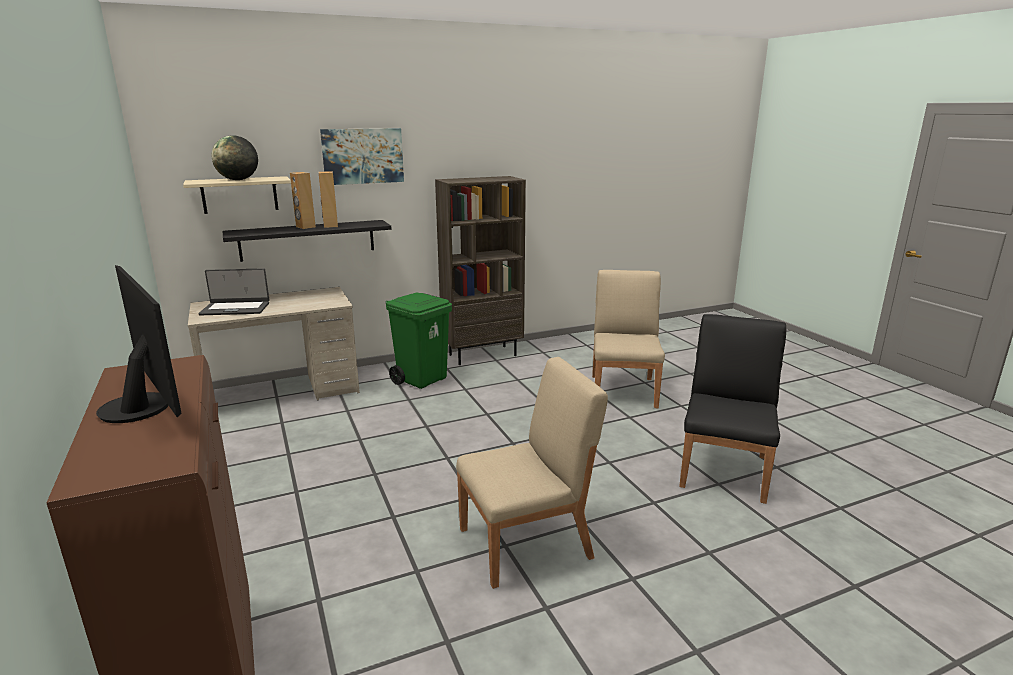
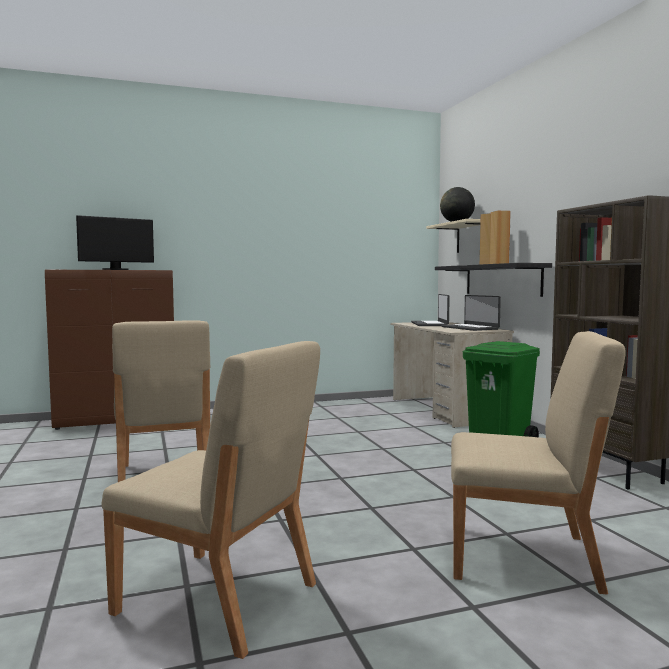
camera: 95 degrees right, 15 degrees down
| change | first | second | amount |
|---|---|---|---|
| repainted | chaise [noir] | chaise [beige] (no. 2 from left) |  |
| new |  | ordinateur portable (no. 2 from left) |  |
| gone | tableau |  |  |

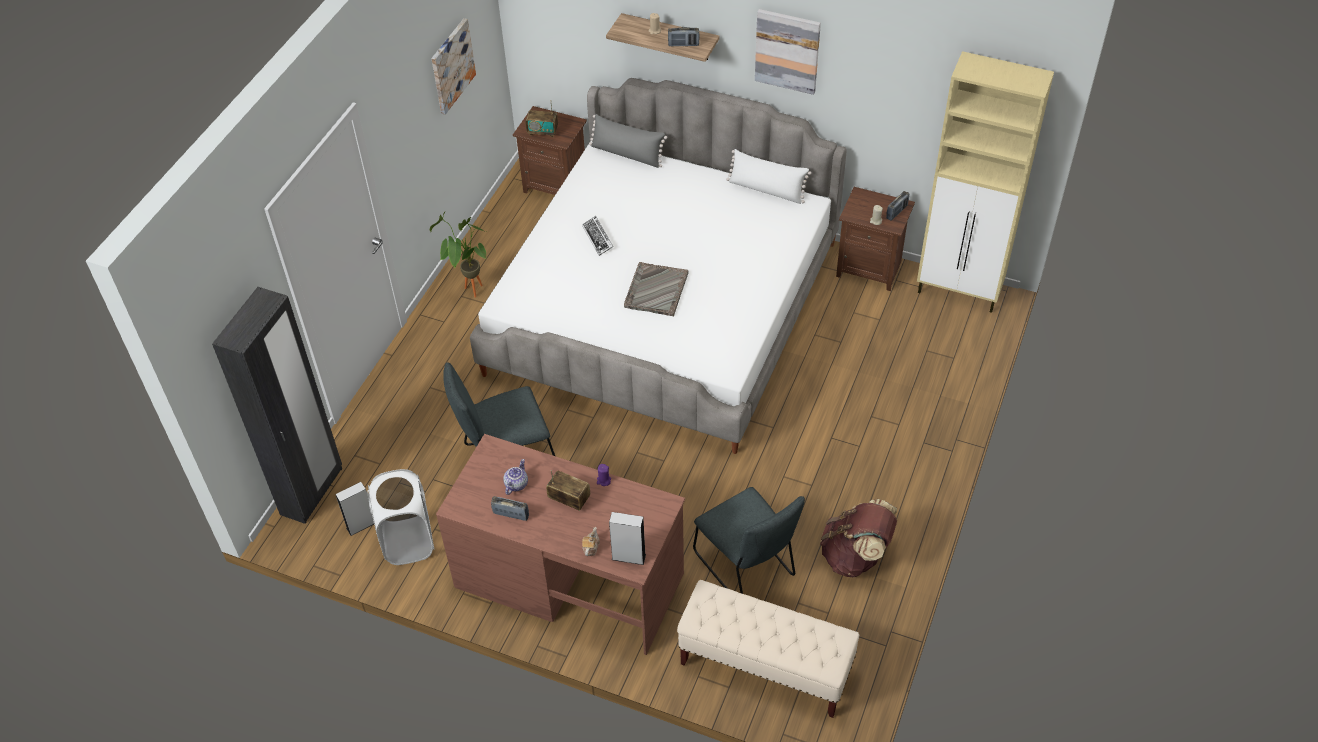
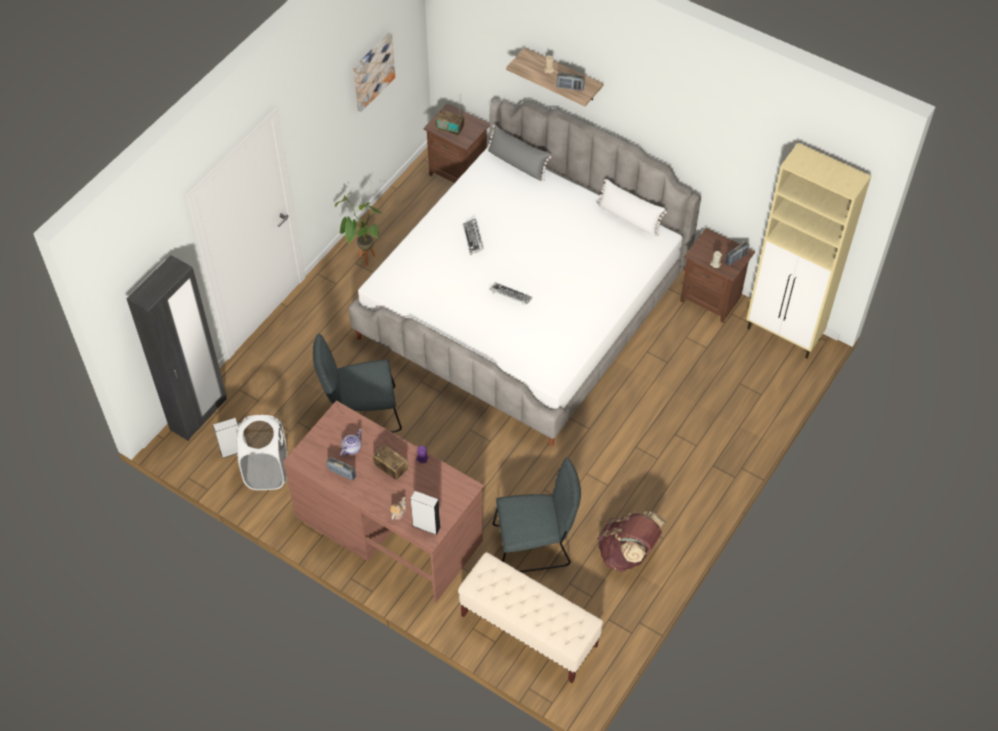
camera: 10 degrees right, 5 degrees up
| change | first | second | amount |
|---|---|---|---|
| swapped | plateau [gris] | clavier (no. 2 from left) |  |
| rotated | chaise [gris] (no. 2 from left) |  | 75 degrees counterclockwise |
| gone | tableau (no. 2 from left) |  |  |

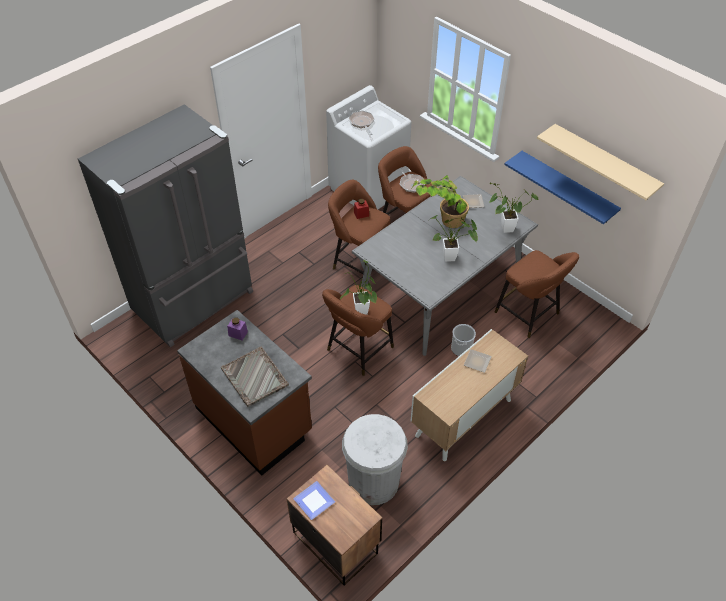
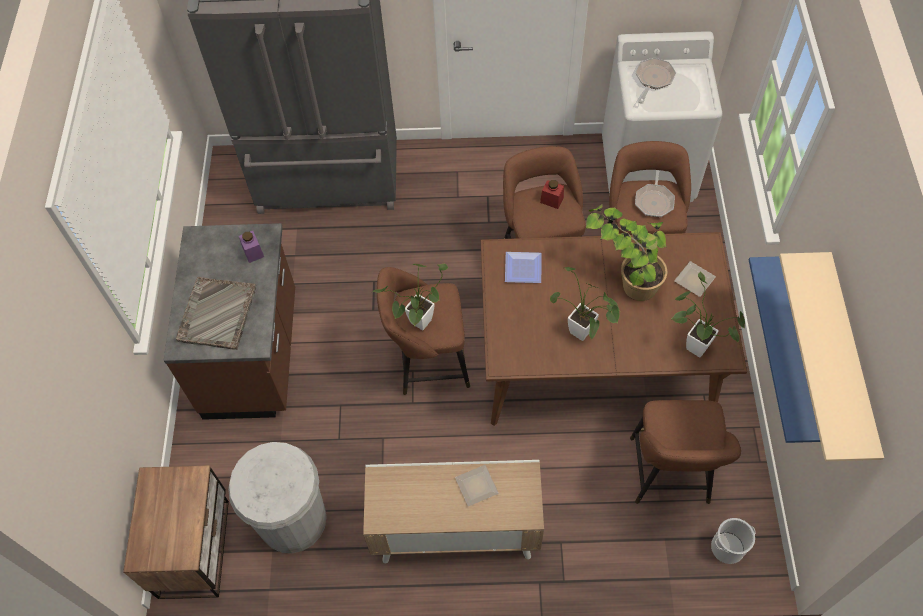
camera: 45 degrees right, 10 degrees up
| change | first | second | amount |
|---|---|---|---|
| repainted | table à manger [gris] | table à manger [marron] |  |
| shifted | assiette (no. 1 from left in the first image) | assiette (no. 2 from left) |  |
| shifted | seau |  |  |

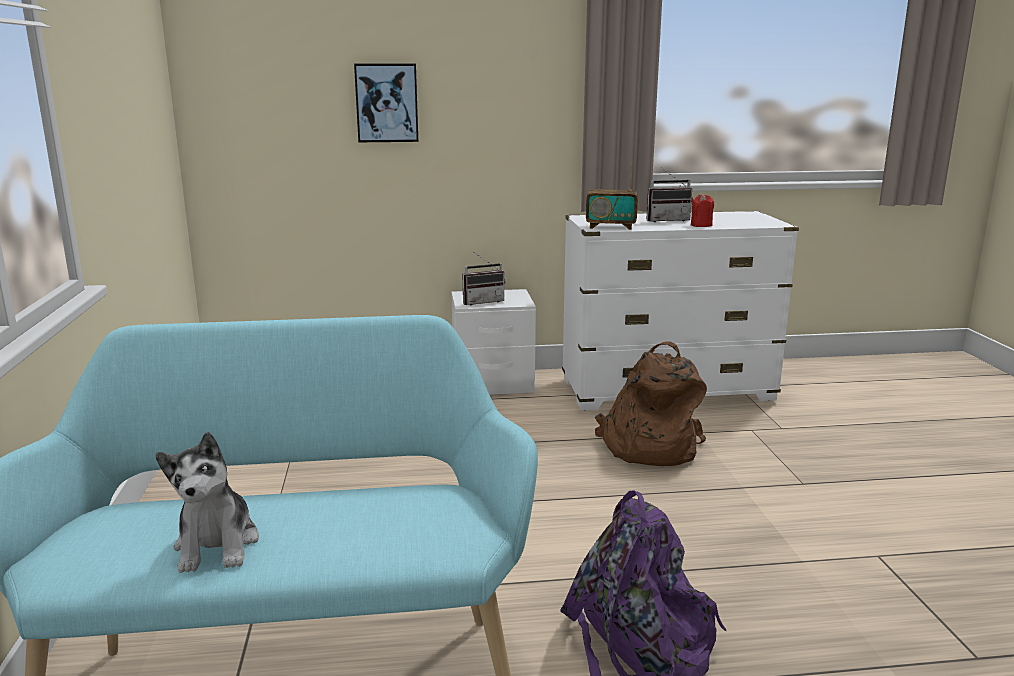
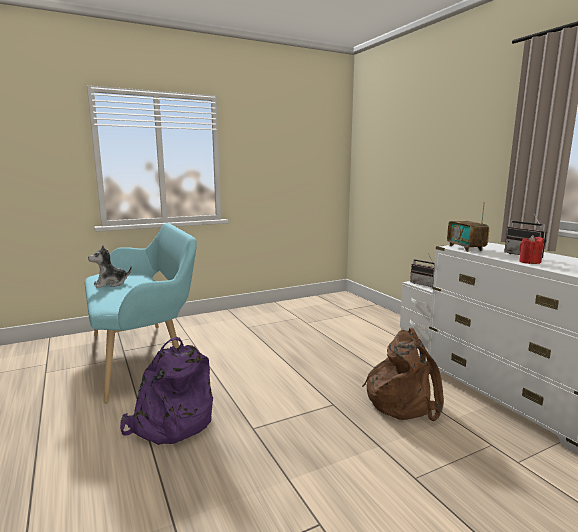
camera: 70 degrees right, 5 degrees down
| change | first | second | amount |
|---|---|---|---|
| gone | tableau |  |  |

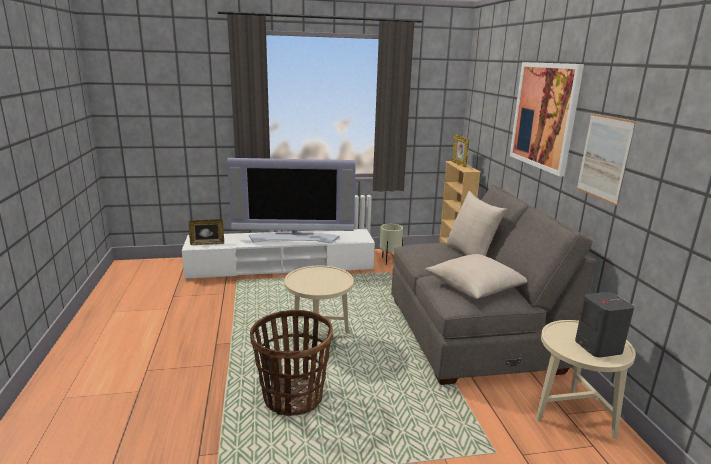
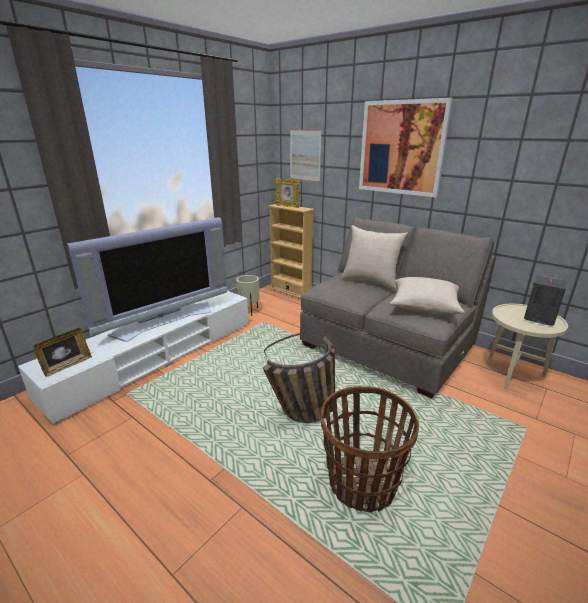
camera: 40 degrees left, 5 degrees up
| change | first | second | amount |
|---|---|---|---|
| swapped | table d'appoint [beige] (no. 1 from left) | panier (no. 1 from left) |  |
| shifted | tableau (no. 2 from left in the first image) | tableau (no. 1 from left) |  |

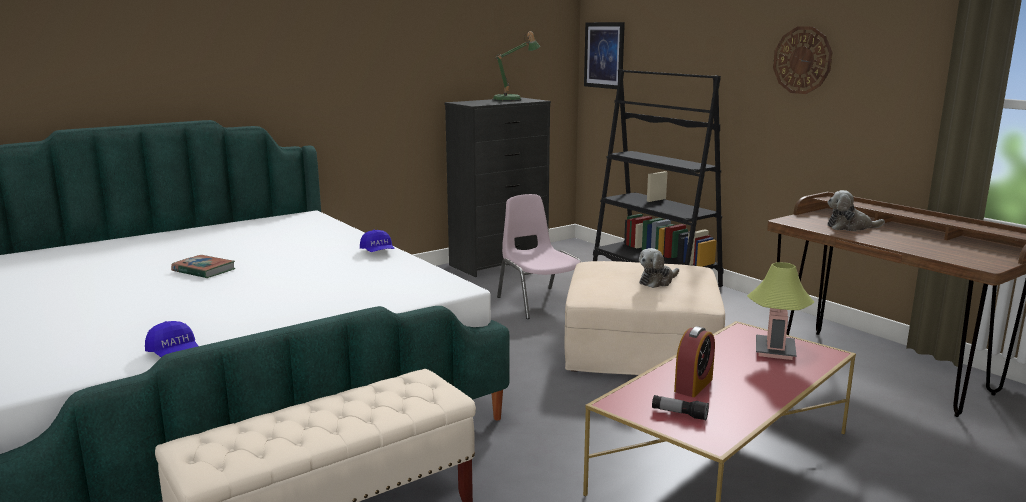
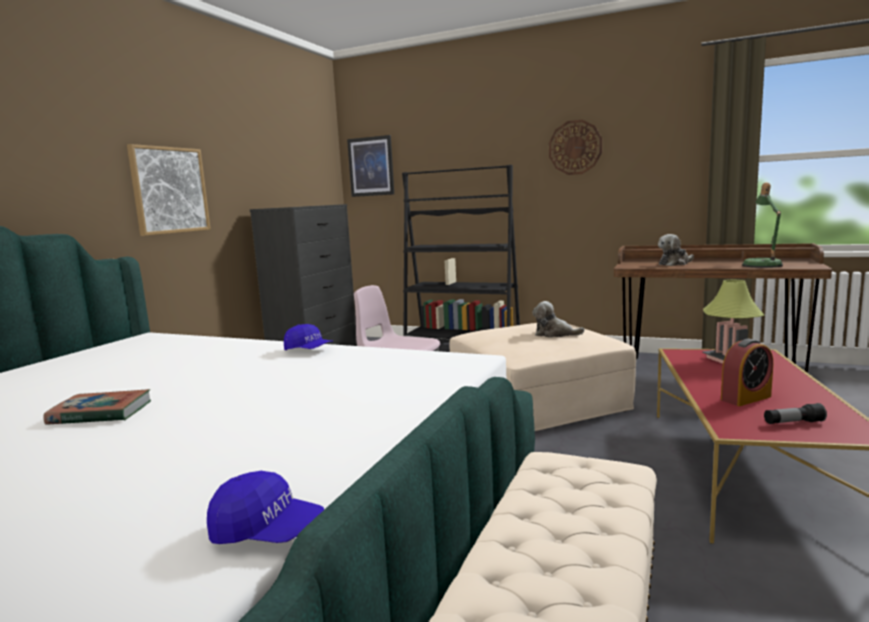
camera: 30 degrees left, 5 degrees down
| change | first | second | amount |
|---|---|---|---|
| new |  | tableau (no. 1 from left) |  |
| rotated | peluche (no. 1 from left) |  | 90 degrees clockwise |
| rotated | réveil |  | 60 degrees clockwise |
| shifted | lampe de table (no. 1 from left in the first image) | lampe de table (no. 2 from left) |  |

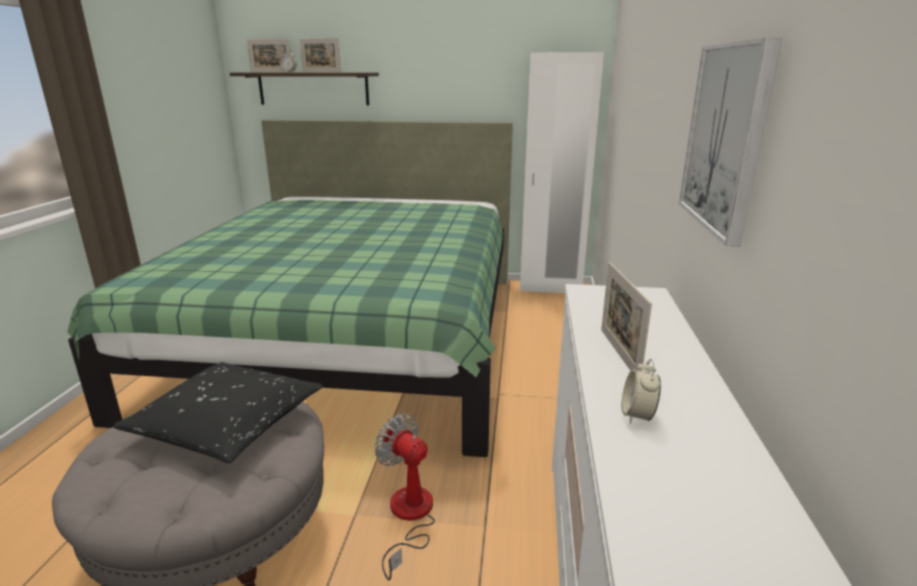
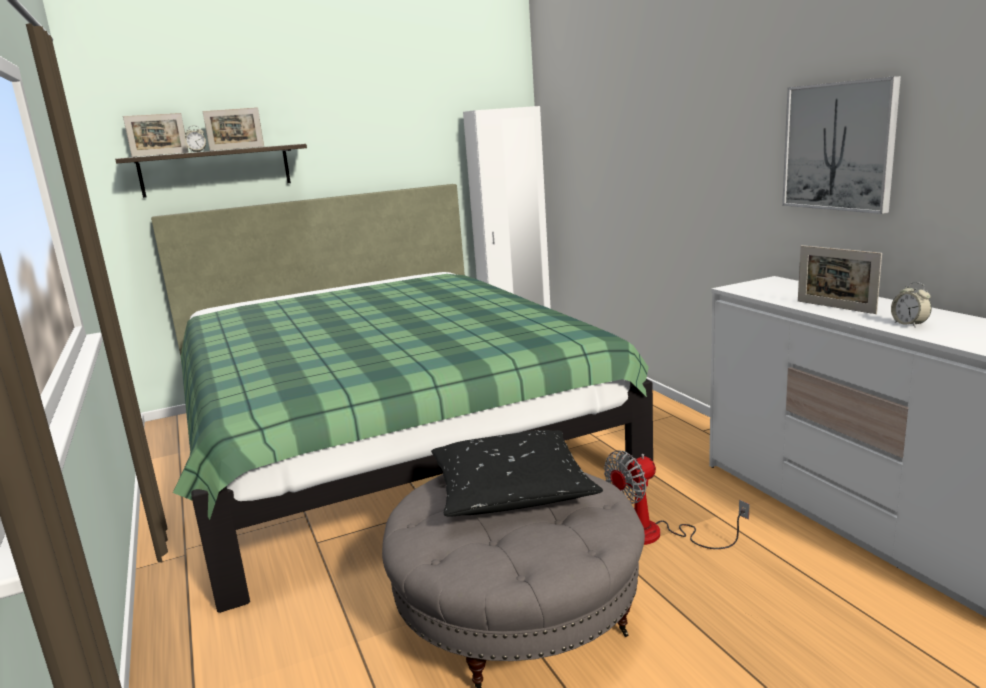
camera: 30 degrees left, 5 degrees down
| change | first | second | amount |
|---|---|---|---|
| rotated | ventilateur |  | 45 degrees counterclockwise |

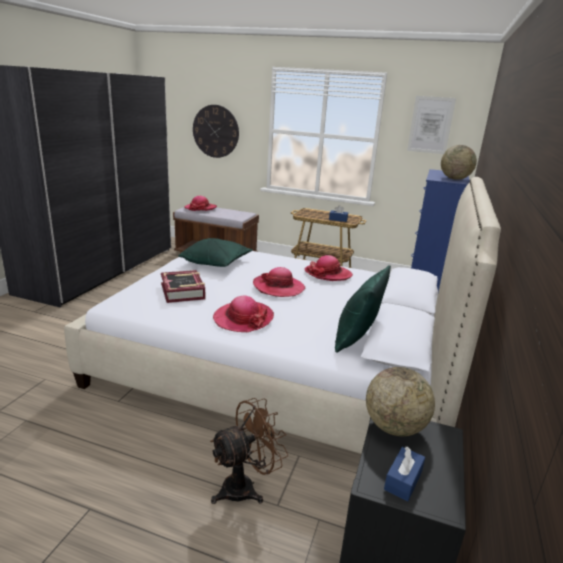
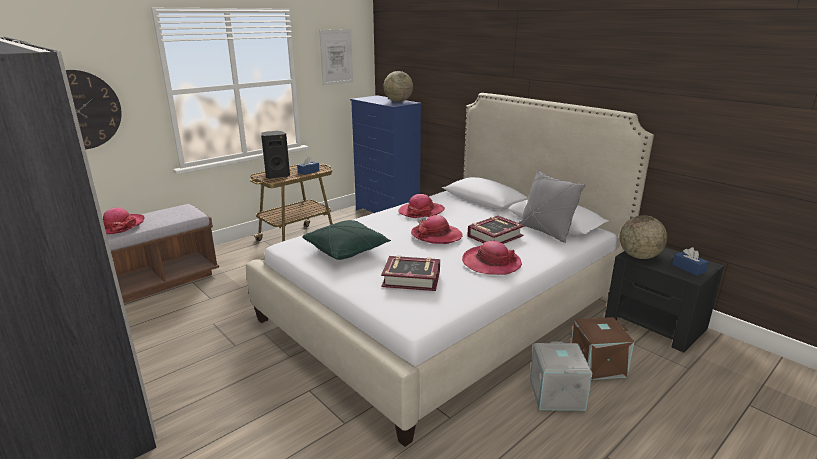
camera: 60 degrees left, 0 degrees up
| change | first | second | amount |
|---|---|---|---|
| new |  | enceinte [noir] |  |
| new |  | livre (no. 2 from left) |  |
| repainted | coussin [vert] (no. 2 from left) | coussin [gris] |  |
| new |  | boîte de rangement [gris] |  |
| swapped | ventilateur [marron] | boîte de rangement [marron] |  |

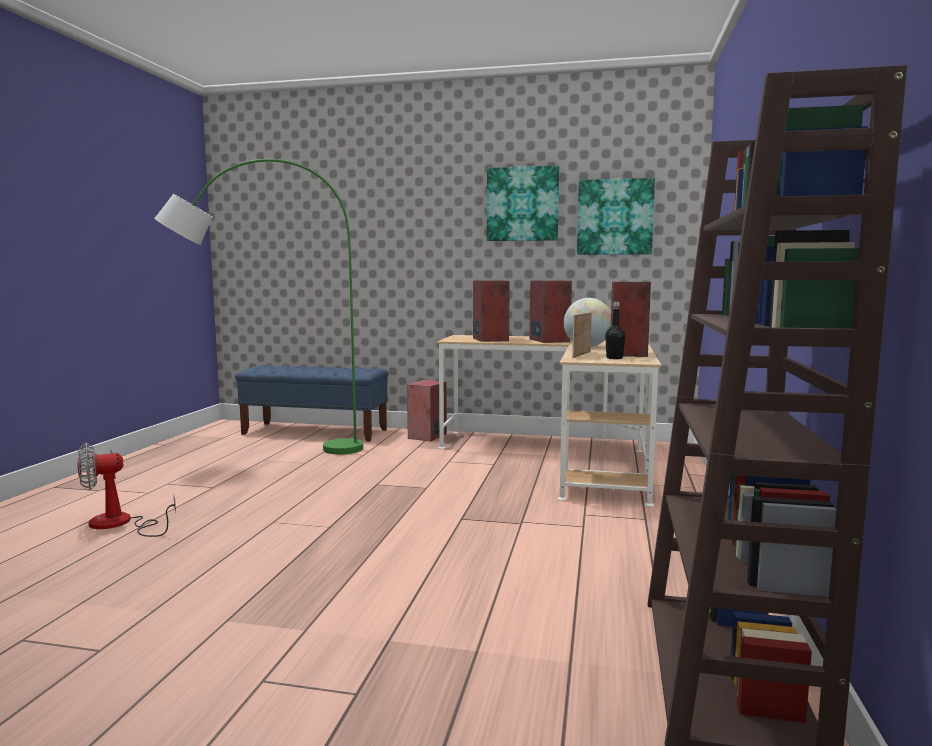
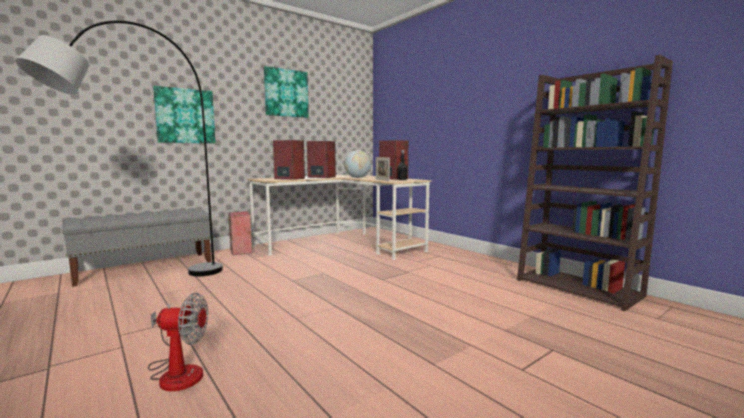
camera: 50 degrees left, 0 degrees up
| change | first | second | amount |
|---|---|---|---|
| repainted | lampadaire [vert] | lampadaire [gris] |  |
| repainted | banc [bleu] | banc [gris] |  |
| rotated | ventilateur |  | 105 degrees counterclockwise |
| shifted | tableau (no. 2 from left in the first image) | tableau (no. 1 from left) |  |

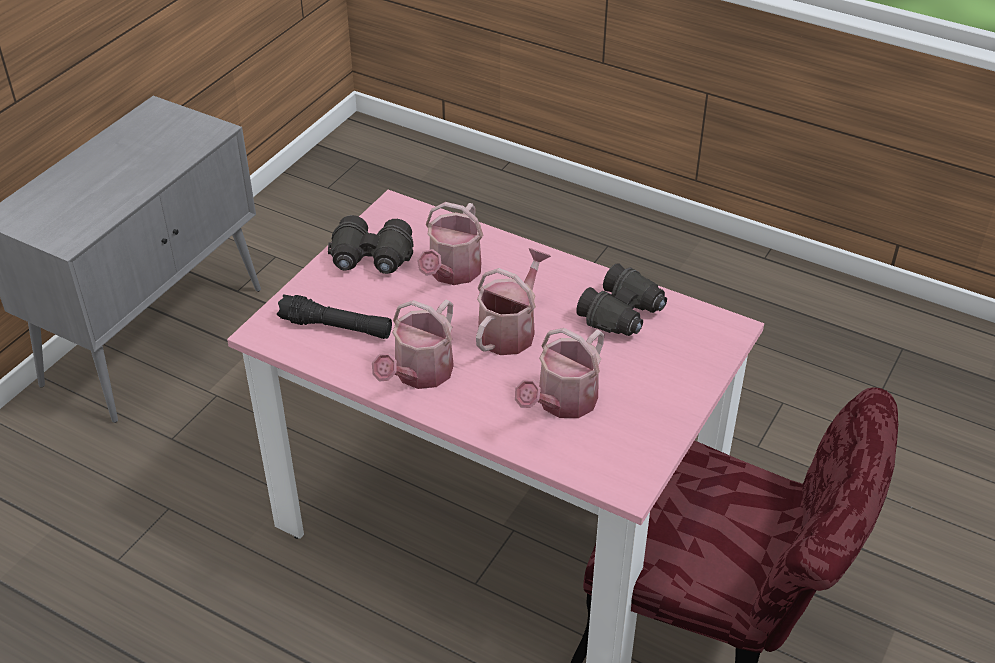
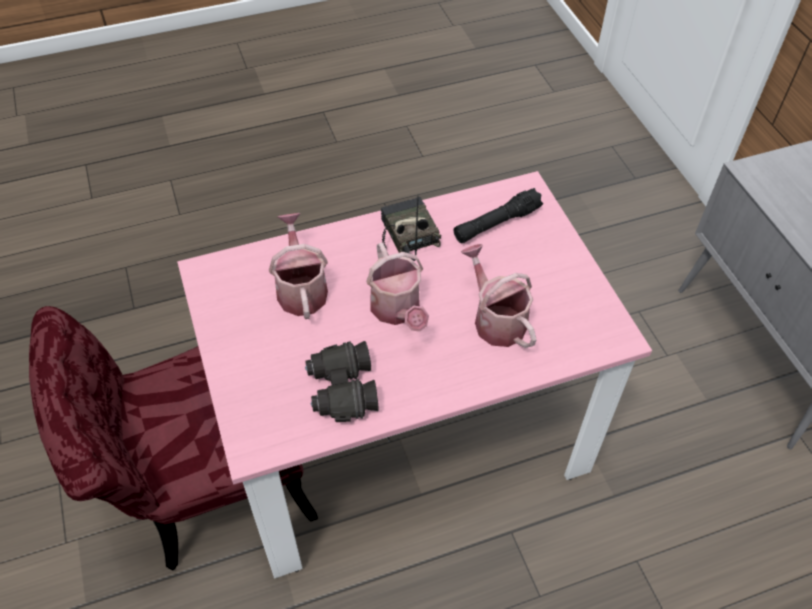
camera: 130 degrees right, 10 degrees up
| change | first | second | amount |
|---|---|---|---|
| swapped | arrosoir (no. 1 from left) | radio |  |
| gone | jumelles [noir] (no. 1 from left) |  |  |

